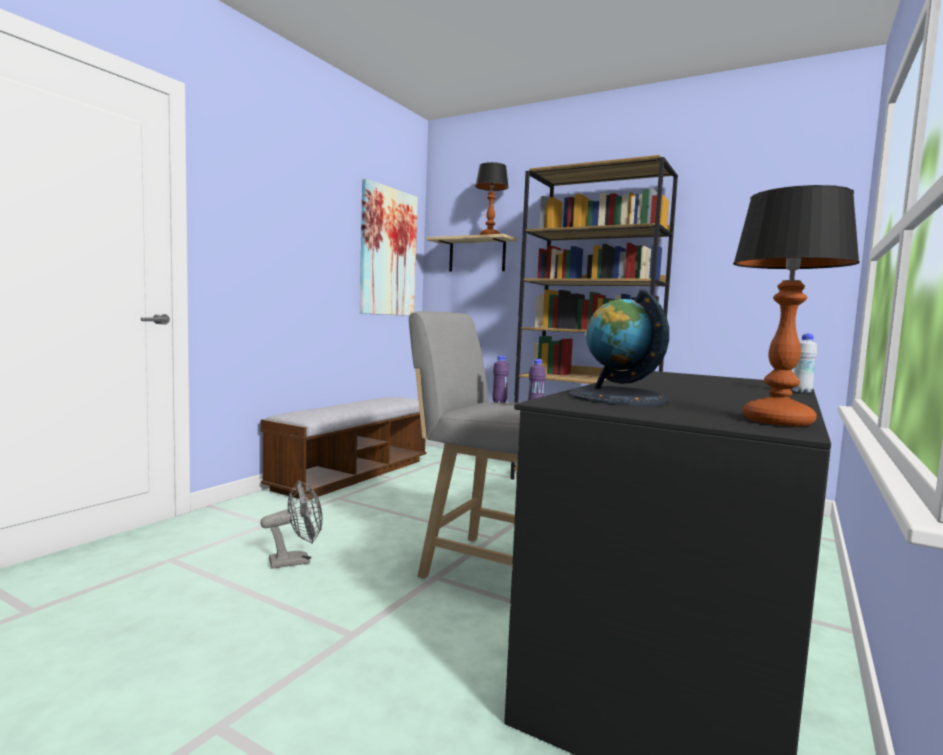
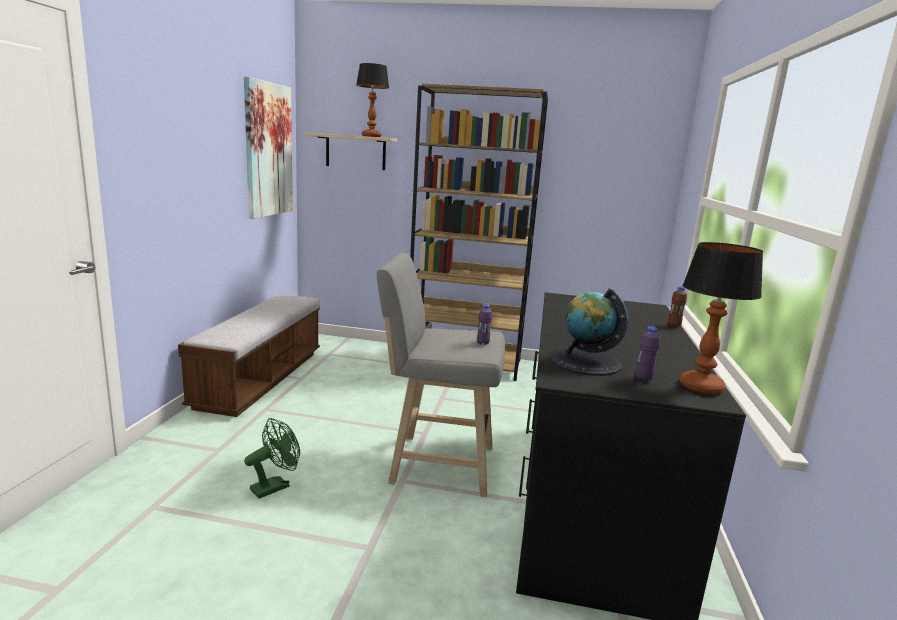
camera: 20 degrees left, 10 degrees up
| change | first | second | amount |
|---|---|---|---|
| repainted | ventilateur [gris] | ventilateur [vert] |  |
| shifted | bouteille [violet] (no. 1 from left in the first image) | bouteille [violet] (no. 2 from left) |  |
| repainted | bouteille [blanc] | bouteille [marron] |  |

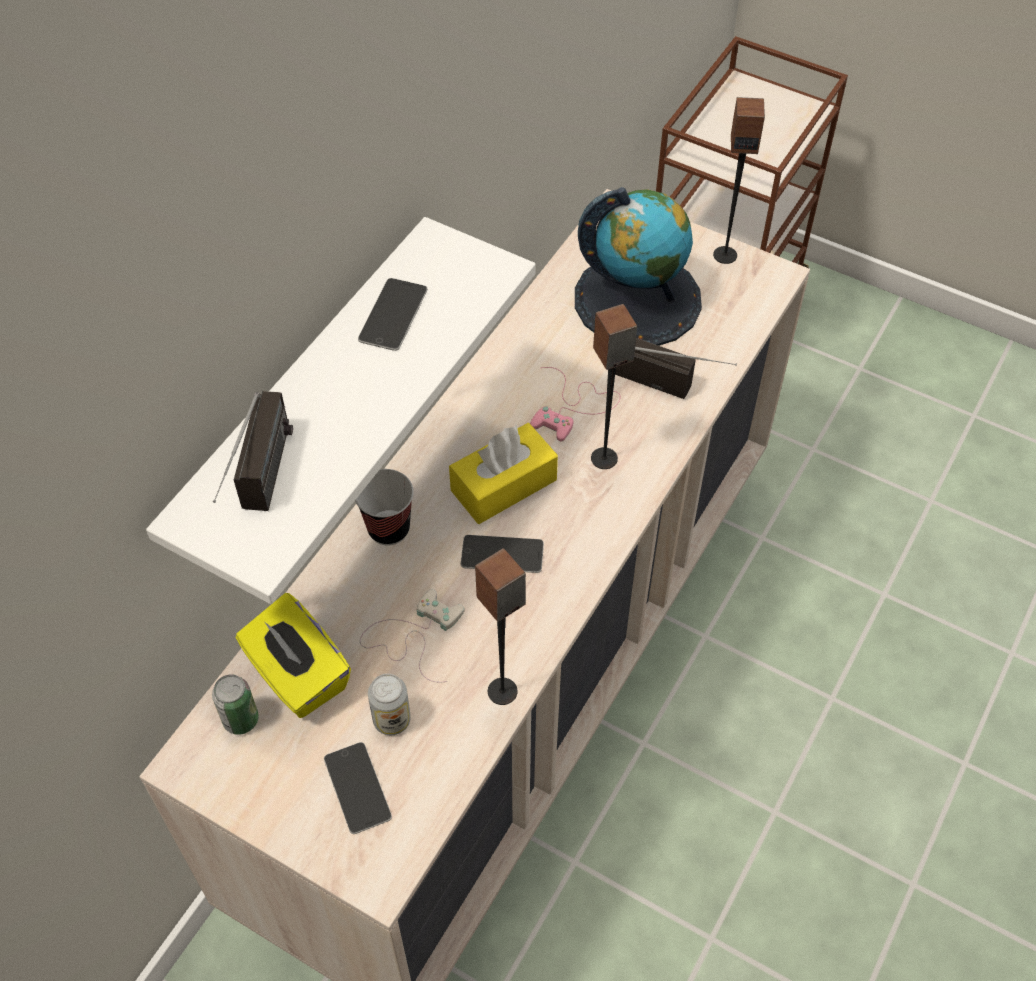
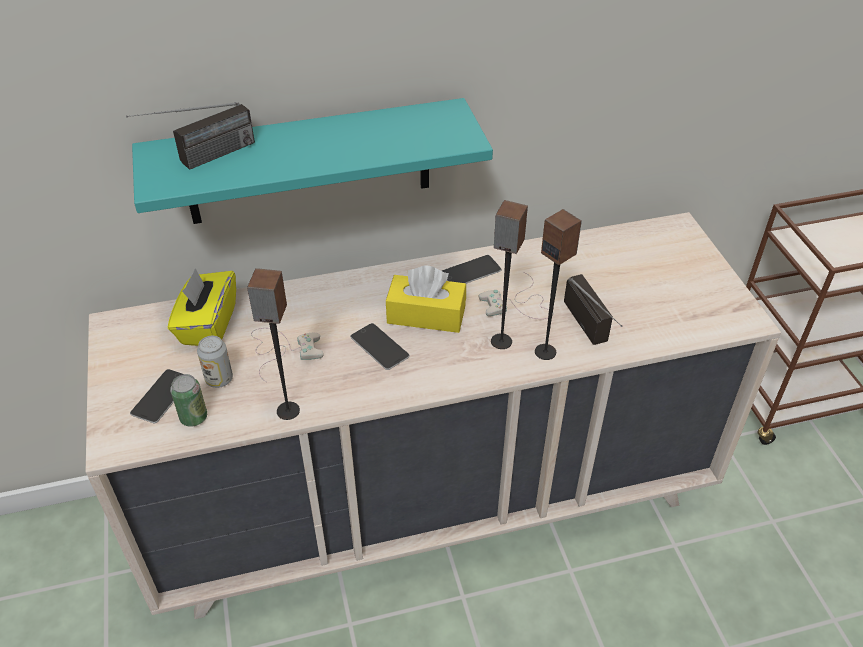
camera: 45 degrees right, 10 degrees down
| change | first | second | amount |
|---|---|---|---|
| repainted | étagère [blanc] | étagère [turquoise] |  |
| shifted | boîte métallique (no. 1 from left) |  |  |
| shifted | téléphone (no. 2 from left in the first image) | téléphone (no. 3 from left) |  |
| repainted | manette [rose] | manette [blanc] (no. 2 from left) |  |
| shifted | enceinte (no. 3 from left) |  |  |
| gone | tasse |  |  |
| gone | globe |  |  |

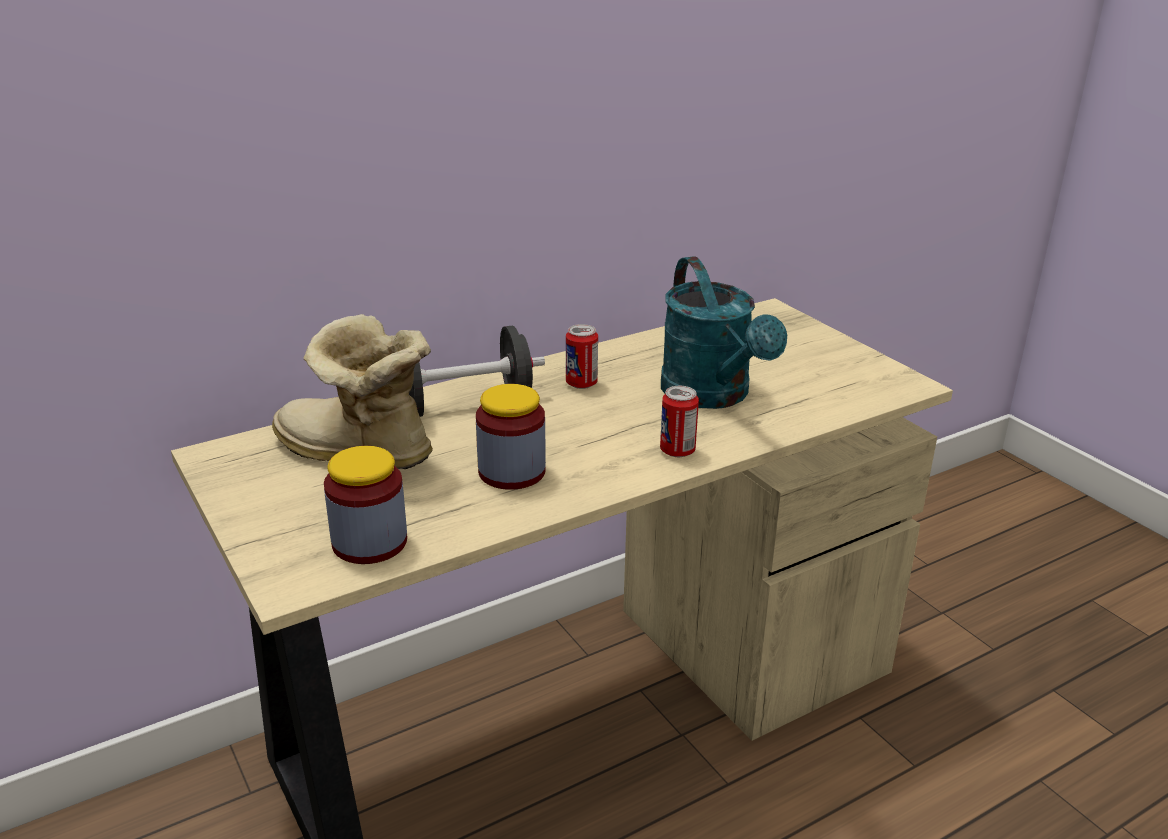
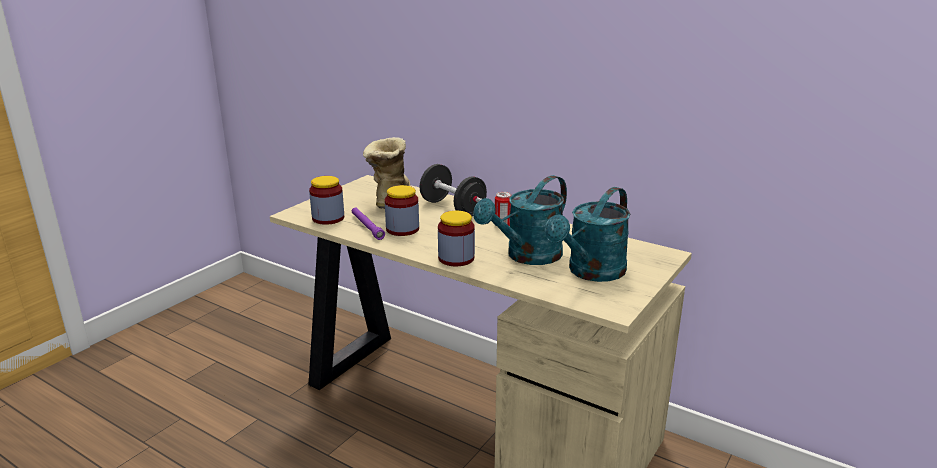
camera: 65 degrees right, 5 degrees down
| change | first | second | amount |
|---|---|---|---|
| new |  | lampe de poche [violet] |  |
| swapped | boîte métallique (no. 2 from left) | bocal (no. 3 from left) |  |
| new |  | arrosoir [turquoise] (no. 2 from left) |  |

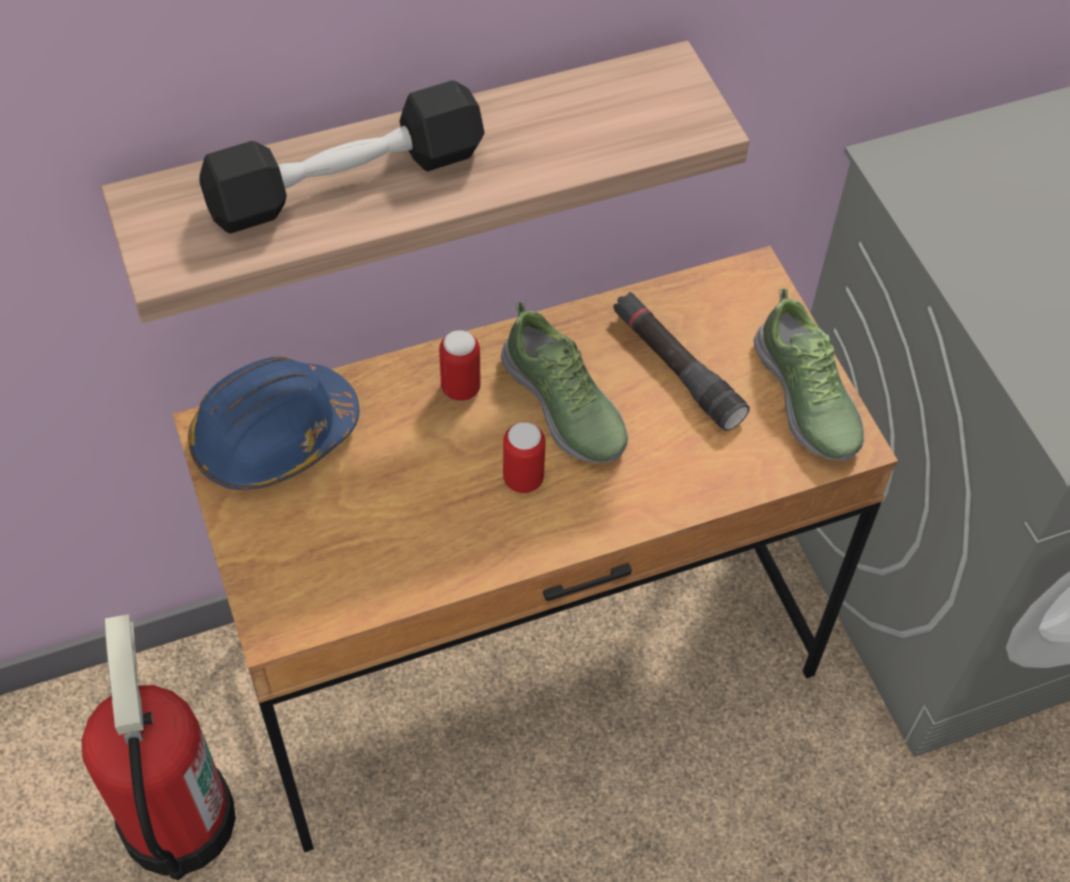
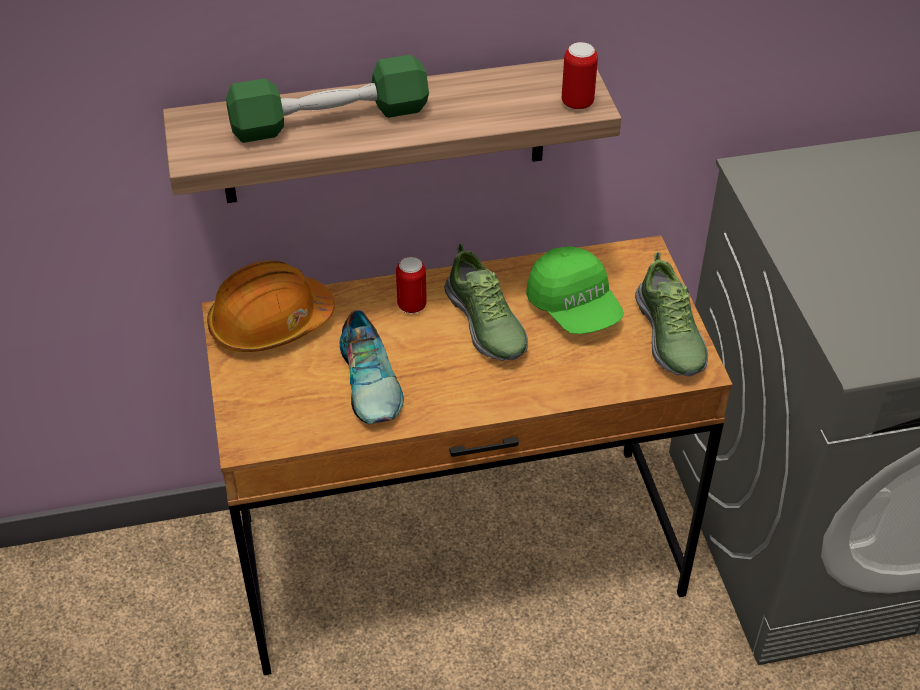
camera: 10 degrees right, 10 degrees down
| change | first | second | amount |
|---|---|---|---|
| repainted | casque de chantier [bleu] | casque de chantier [orange] |  |
| repainted | haltère [noir] | haltère [vert] |  |
| new |  | chaussure (no. 1 from left) |  |
| swapped | lampe de poche [noir] | casquette [vert] |  |
| shifted | boîte métallique (no. 2 from left) |  |  |
| gone | extincteur |  |  |

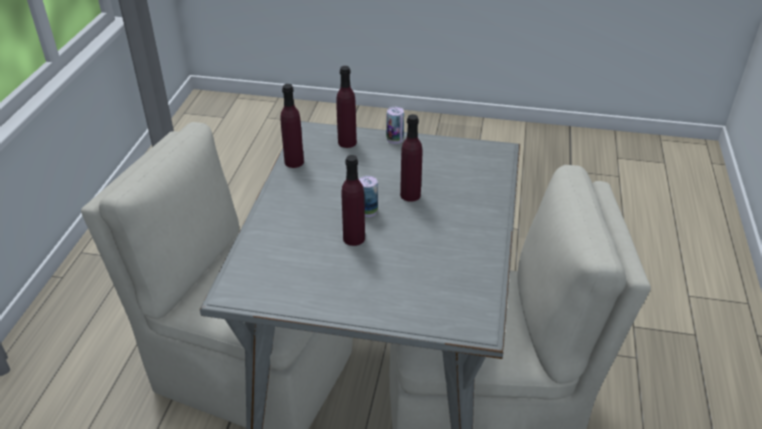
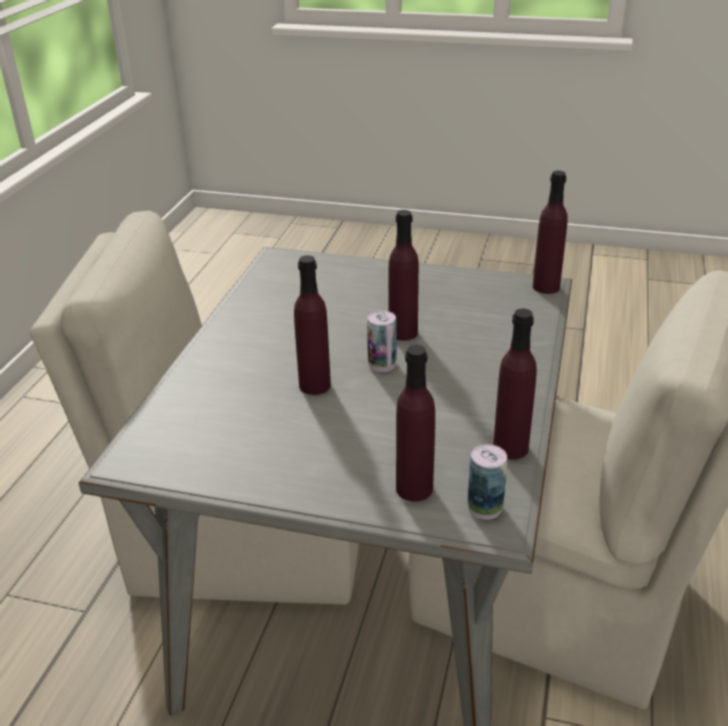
camera: 175 degrees left, 5 degrees down
| change | first | second | amount |
|---|---|---|---|
| shifted | boîte métallique (no. 2 from left) |  |  |
| new |  | bouteille [violet] (no. 5 from left) |  |

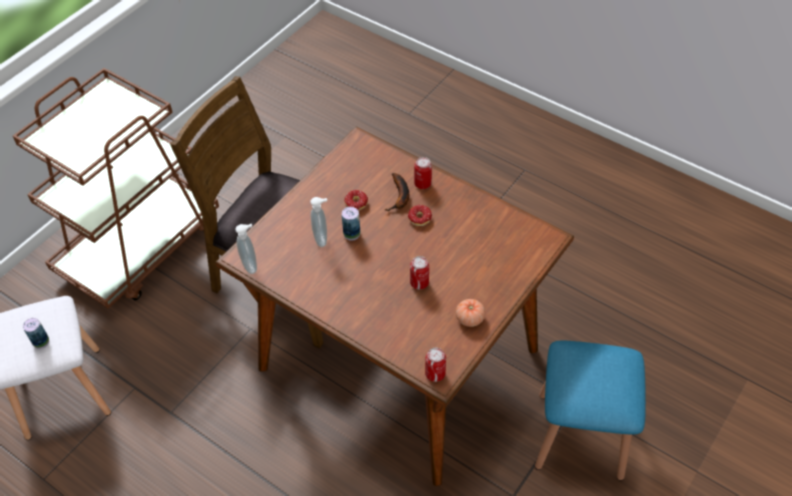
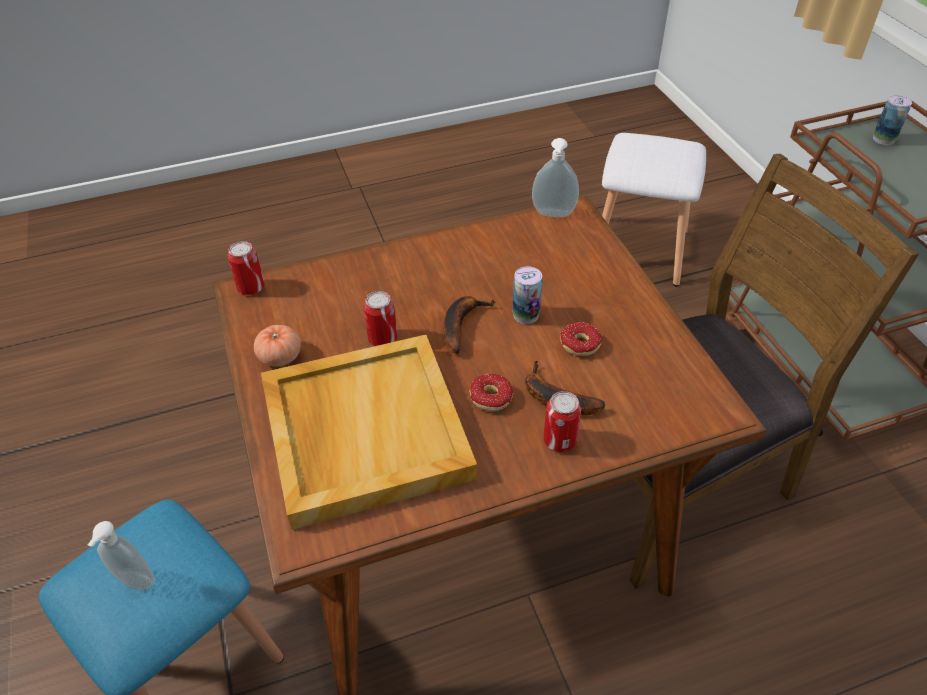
camera: 125 degrees right, 5 degrees down
| change | first | second | amount |
|---|---|---|---|
| shifted | distributeur de savon (no. 2 from left in the first image) | distributeur de savon (no. 1 from left) |  |
| new |  | plateau [beige] |  |
| new |  | banane (no. 1 from left) |  |
| shifted | boîte métallique (no. 1 from left in the first image) | boîte métallique (no. 5 from left) |  |

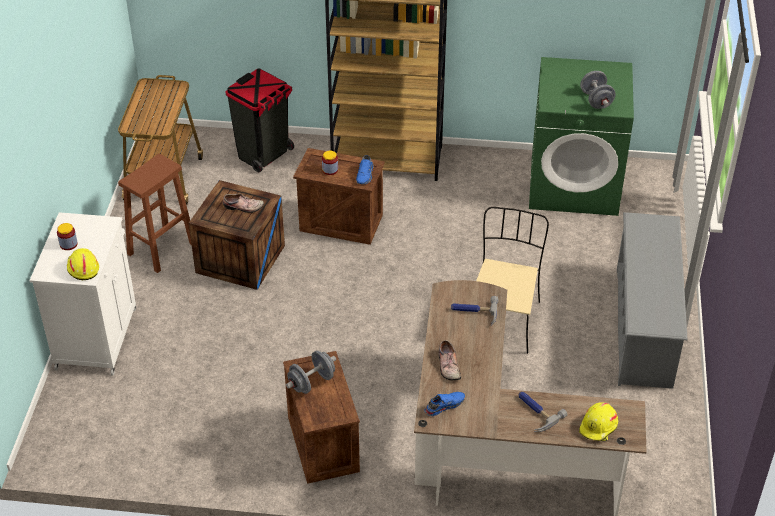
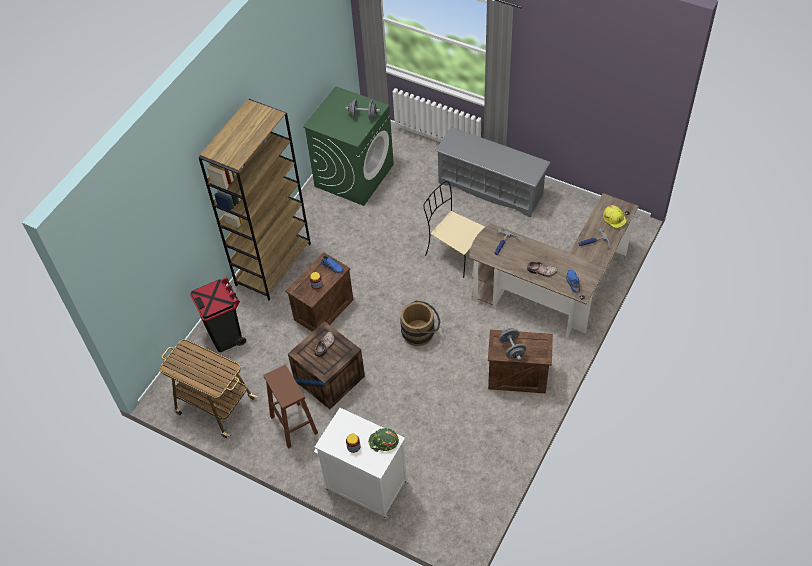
camera: 65 degrees left, 10 degrees up
| change | first | second | amount |
|---|---|---|---|
| repainted | casque de chantier [jaune] (no. 1 from left) | casque de chantier [vert] |  |
| new |  | seau [marron] |  |

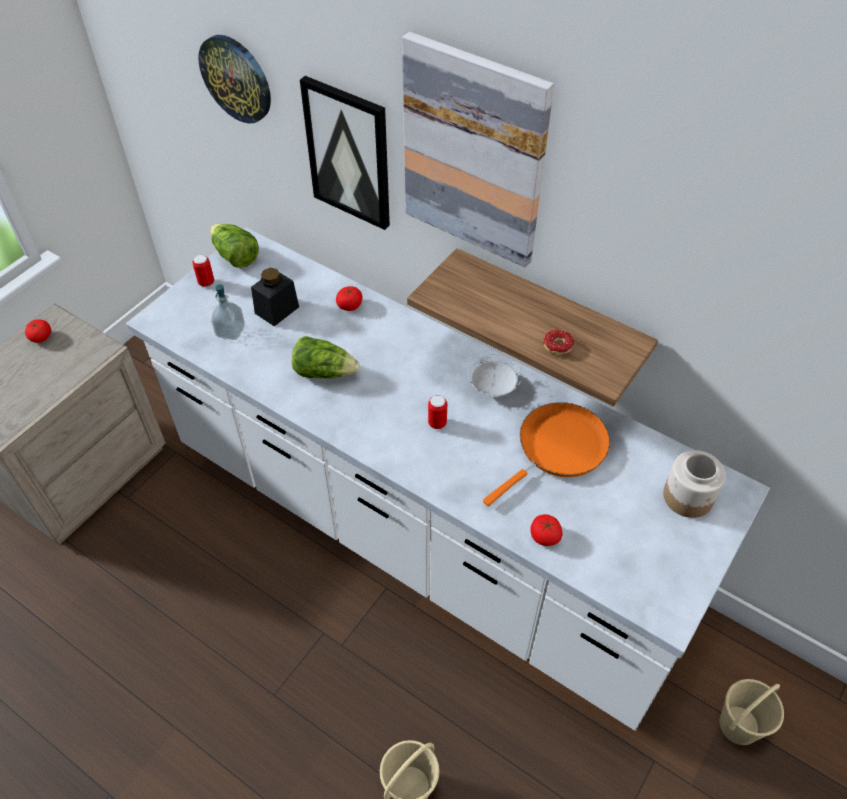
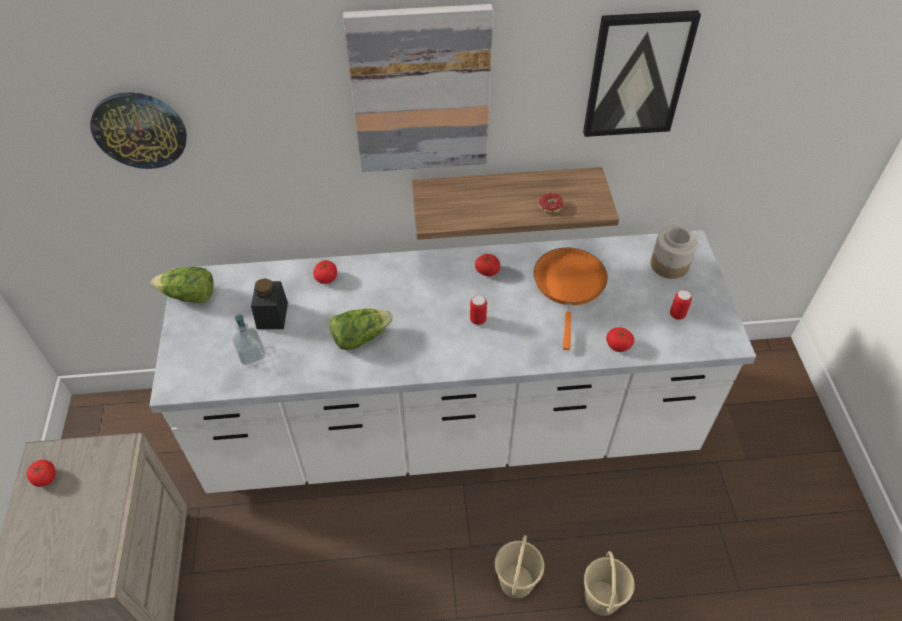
camera: 40 degrees left, 0 degrees up
| change | first | second | amount |
|---|---|---|---|
| swapped | assiette [blanc] | tomate (no. 3 from left) |  |
| shifted | seau [beige] (no. 2 from left in the first image) | seau [beige] (no. 1 from left) |  |
| shifted | tableau (no. 1 from left in the first image) | tableau (no. 2 from left) |  |
| shifted | boîte métallique (no. 1 from left in the first image) | boîte métallique (no. 2 from left) |  |

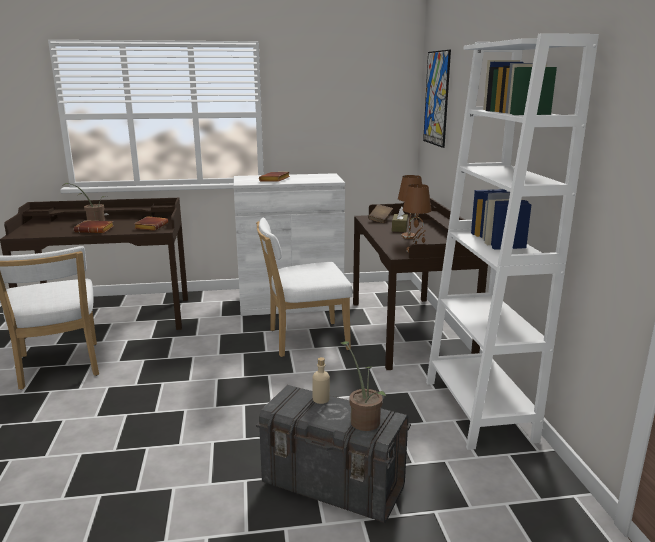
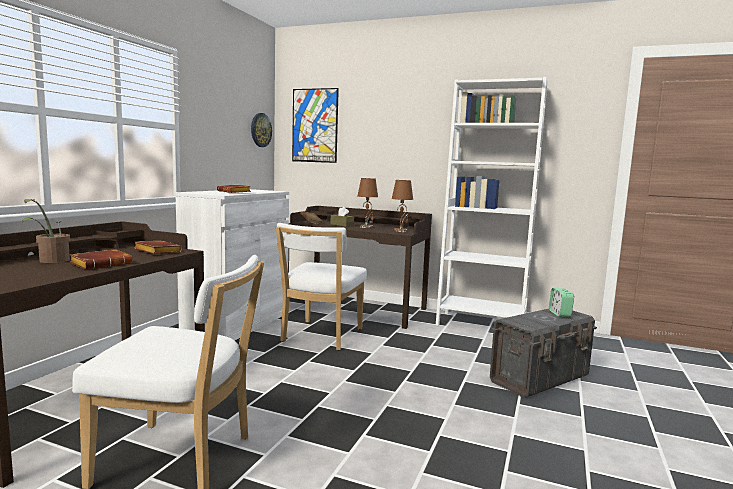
camera: 60 degrees left, 10 degrees down
| change | first | second | amount |
|---|---|---|---|
| new |  | horloge murale |  |
| swapped | plante en pot (no. 2 from left) | réveil |  |
| gone | bouteille [beige] |  |  |

